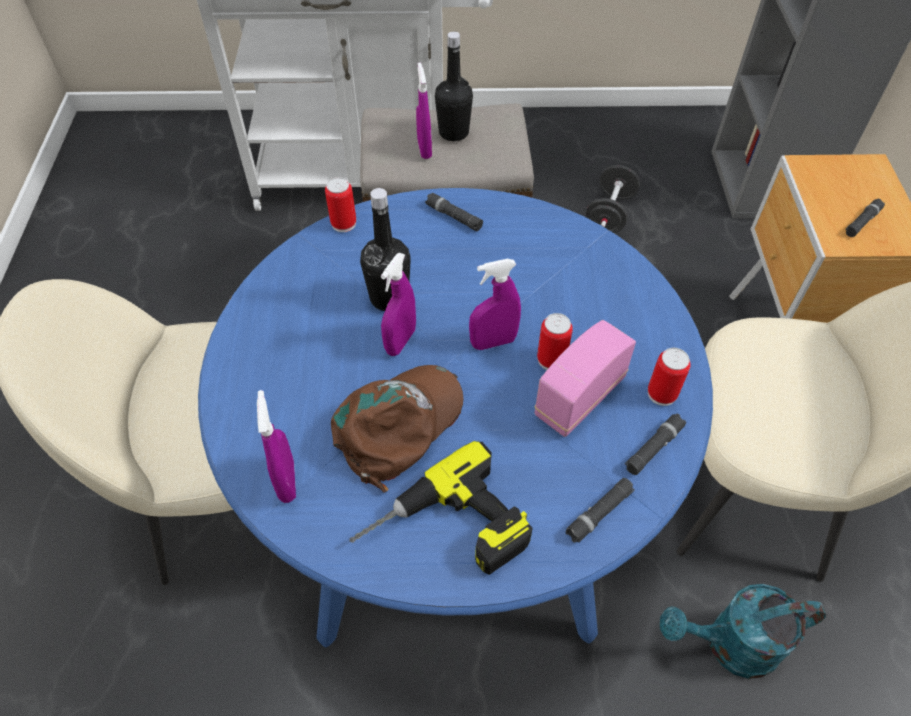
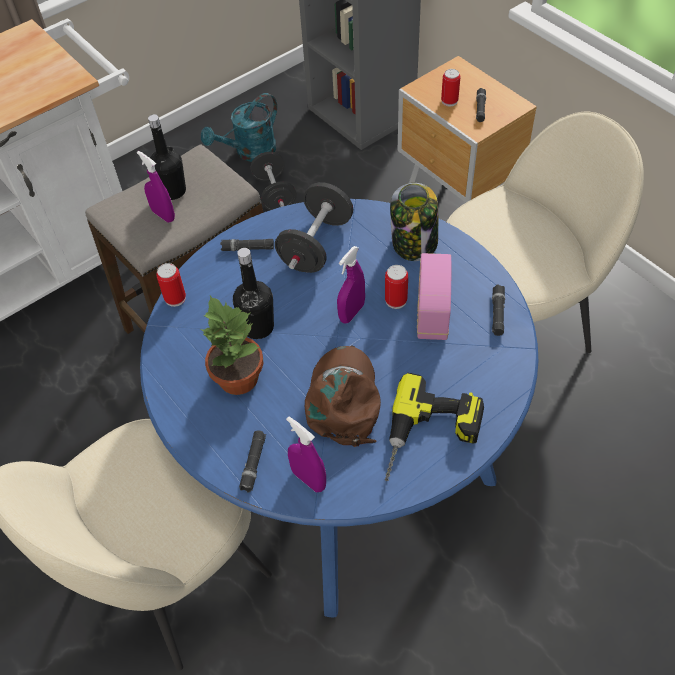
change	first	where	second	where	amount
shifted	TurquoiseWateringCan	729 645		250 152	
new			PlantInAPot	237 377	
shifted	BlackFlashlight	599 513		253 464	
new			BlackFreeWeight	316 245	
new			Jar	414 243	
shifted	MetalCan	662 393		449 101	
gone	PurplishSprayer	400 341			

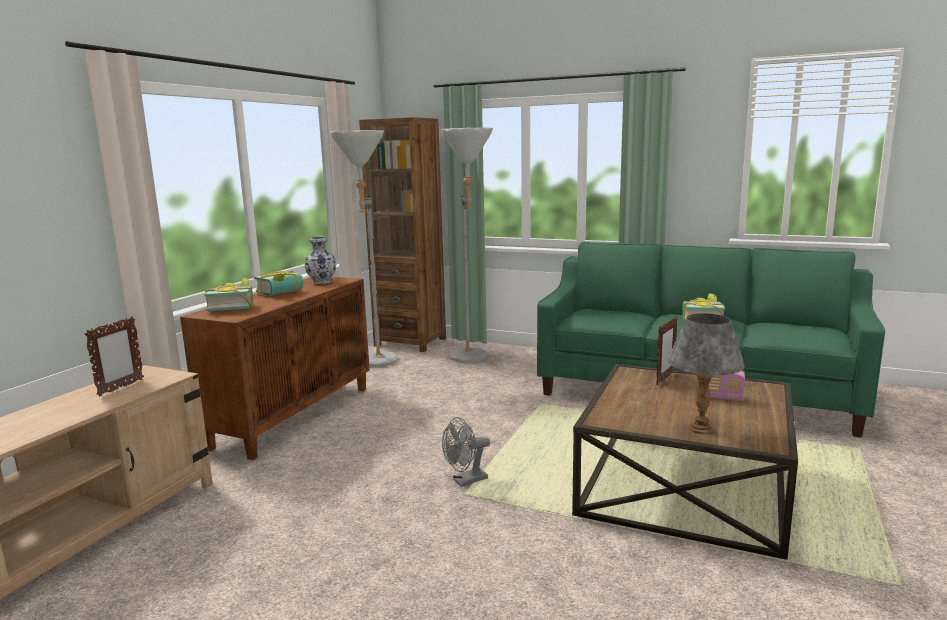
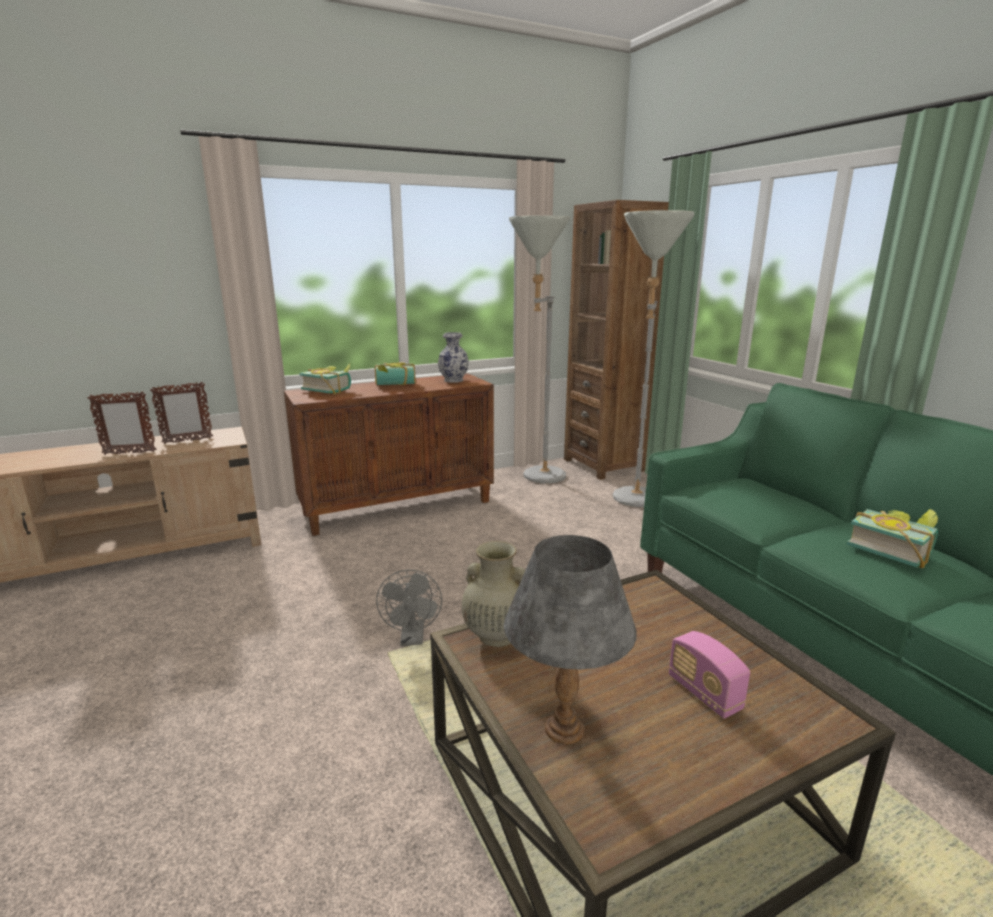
change	first	where	second	where	amount
shifted	PhotoFrame	665 378		129 453	
rotated	GreyCoolingFan	465 481		412 639	105 degrees counterclockwise
new			BeigeColouredFlowerVase	496 635	

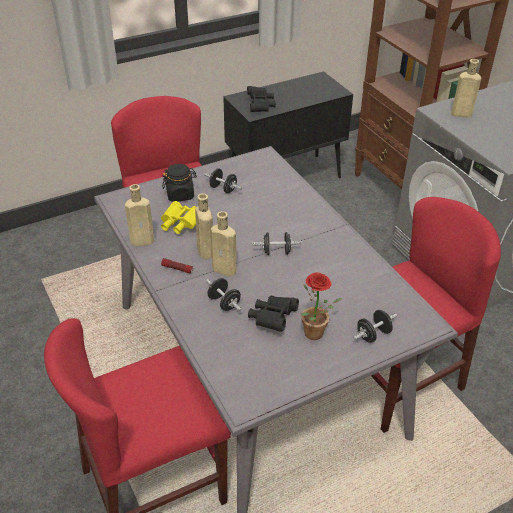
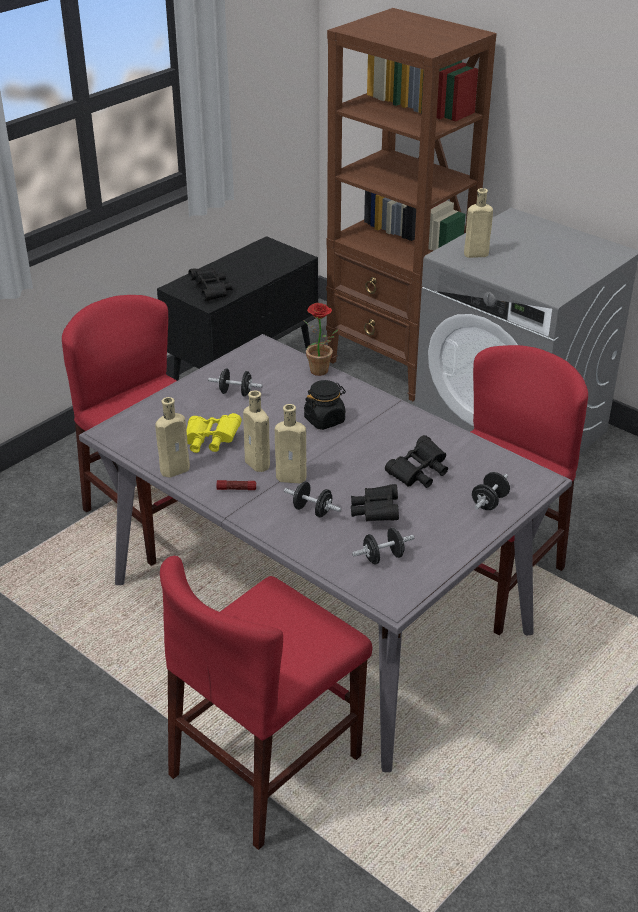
change	first	where	second	where	amount
shifted	PlantInAPot	314 336		321 373	
shifted	BlackJar	180 194		324 420	
shifted	BlackFreeWeight	276 252		383 557	
new			BlackBinoculars	419 474	

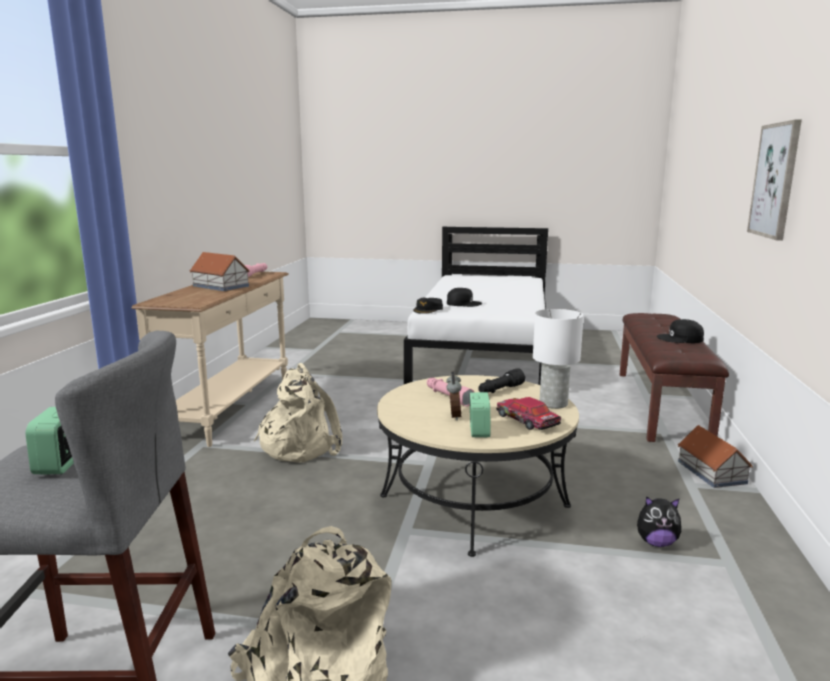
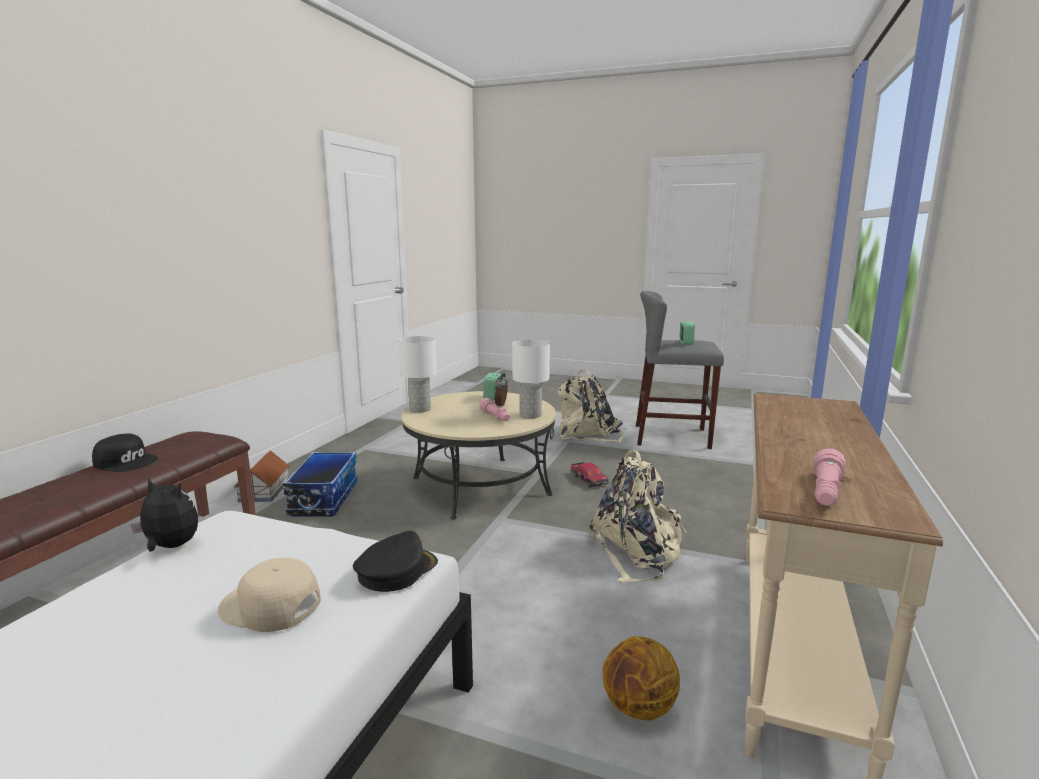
change	first	where	second	where	amount
shifted	CuddlyToy	656 542		170 547	
repainted	BlackBaseballCap	463 303	BeigeColouredBaseballCap	269 606	
new			StorageBox	323 499	
new			WhitishTableLamp	531 415	
shifted	ToyCar	527 421		589 479	
new			Basketball	638 708	
gone	MiniatureHouse	221 286			
gone	BlackFlashlight	500 390			
gone	WallArt	775 180			

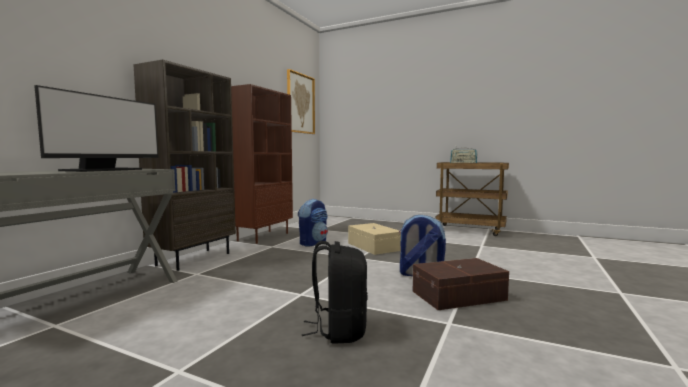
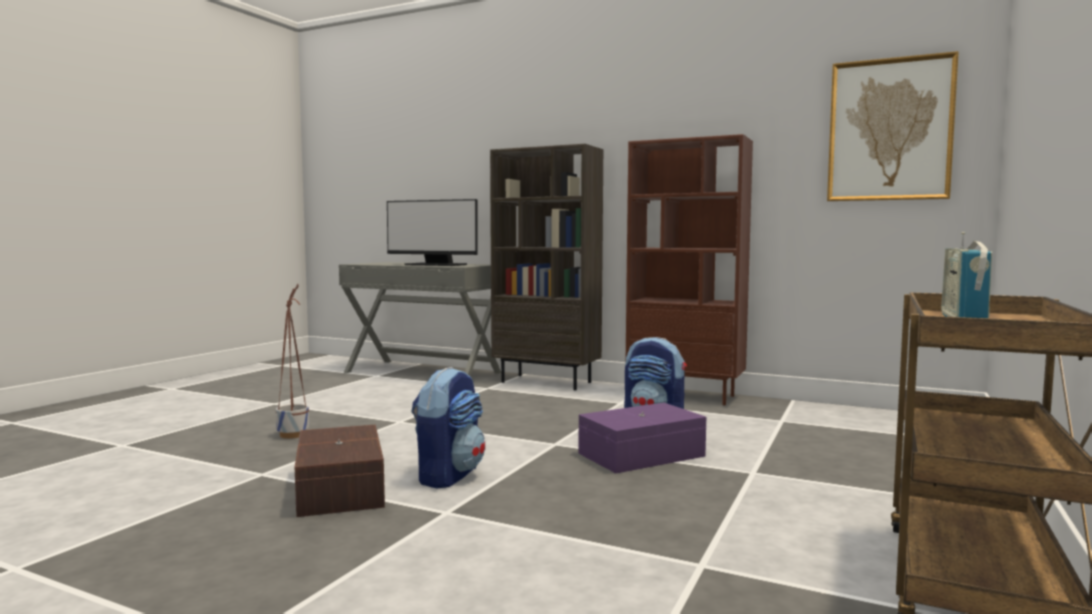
change	first	where	second	where	amount
swapped	BlackRucksack	339 330	FlowerPot	293 434	
repainted	BeigeColouredStorageBox	374 246	PurplishStorageBox	643 455	

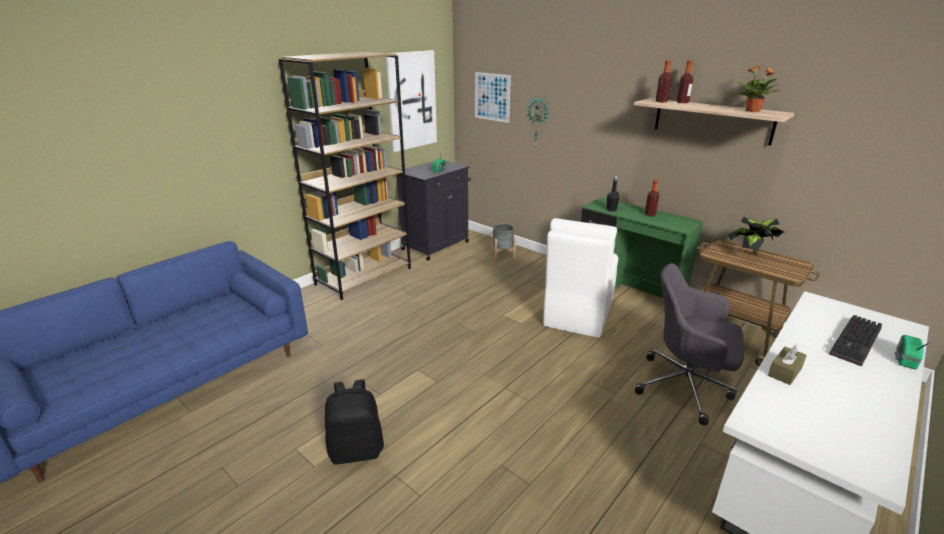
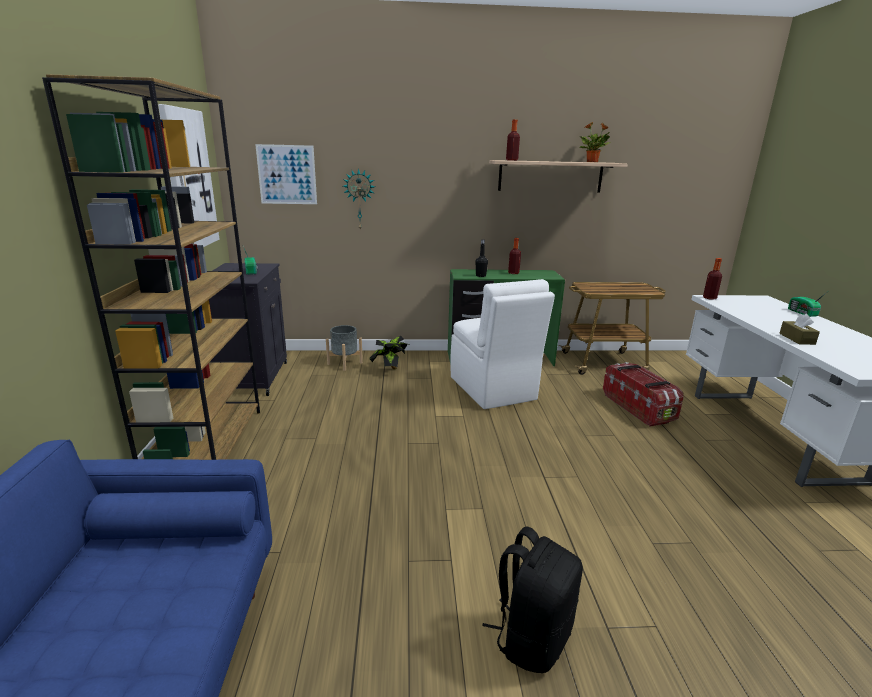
change	first	where	second	where	amount
shifted	PlantInAPot	751 255		391 370	
swapped	GreyComputerChair	686 387	StorageBox	639 407	
shifted	DrinkBottle	682 102		709 298	
gone	ComputerKeyboard	857 342			

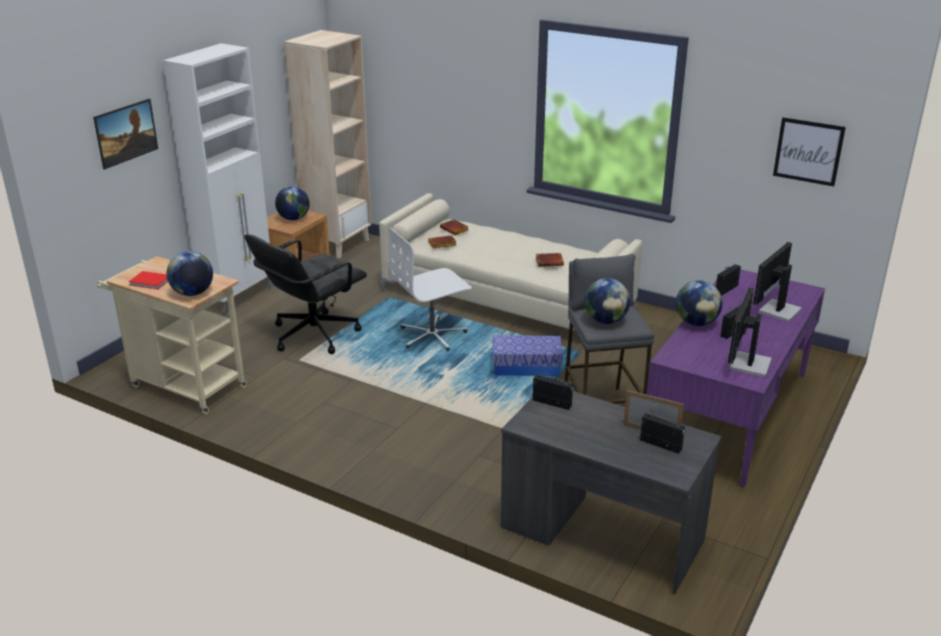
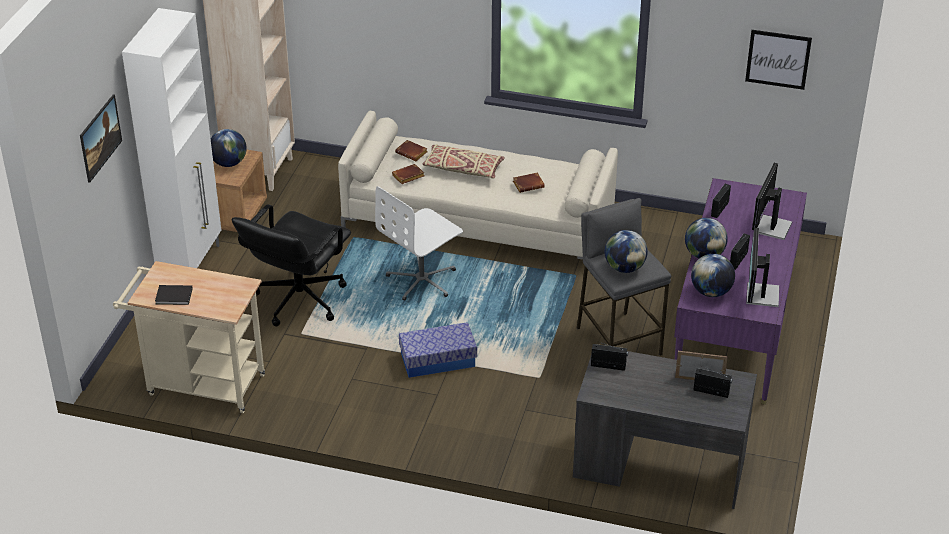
change	first	where	second	where	amount
repainted	RedColouredBoundBook	151 282	BlackBoundBook	175 296	
shifted	StorageBox	526 367		437 360	
new			BeigeColouredCushion	463 169	
shifted	DeskGlobe	193 293		711 292	

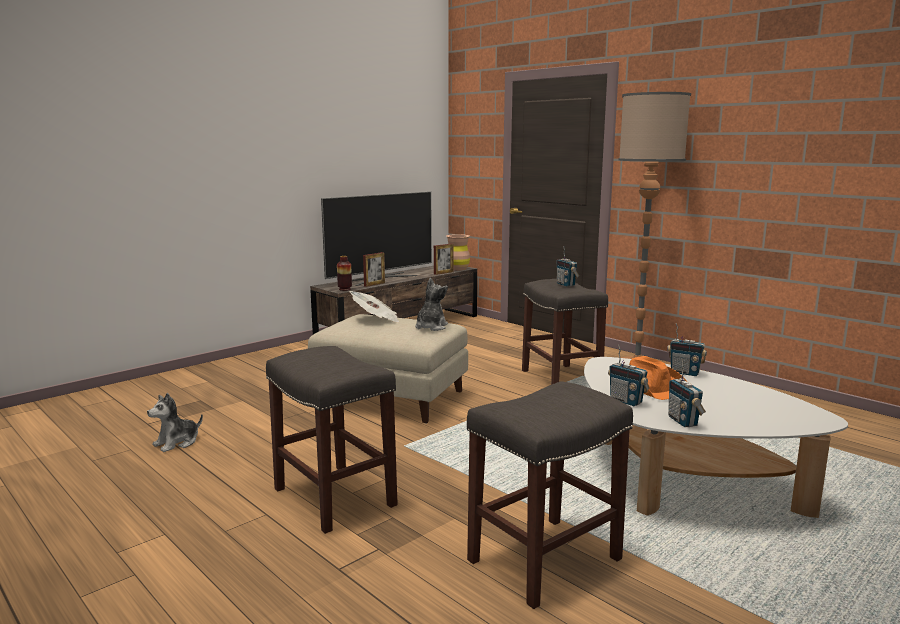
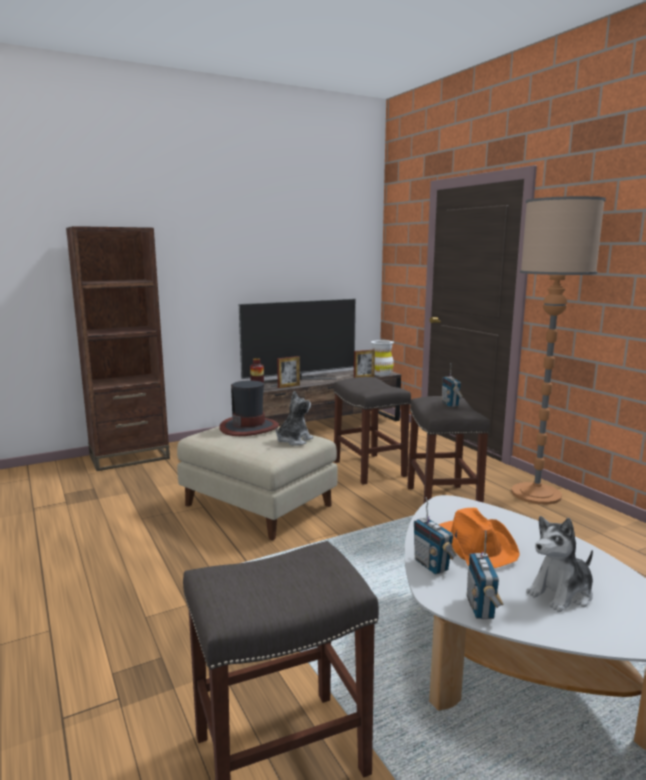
change	first	where	second	where	amount
new			BrownBookcase	129 457	
swapped	PrintedPaper	376 320	WearableHat	249 427	
shifted	GreySittingStool	333 496		368 468	
repainted	BrownFlowerVase	457 269	WhitishFlowerVase	381 374	
shifted	CuddlyToy	177 443		561 593	
gone	RadioReceiver	684 373			

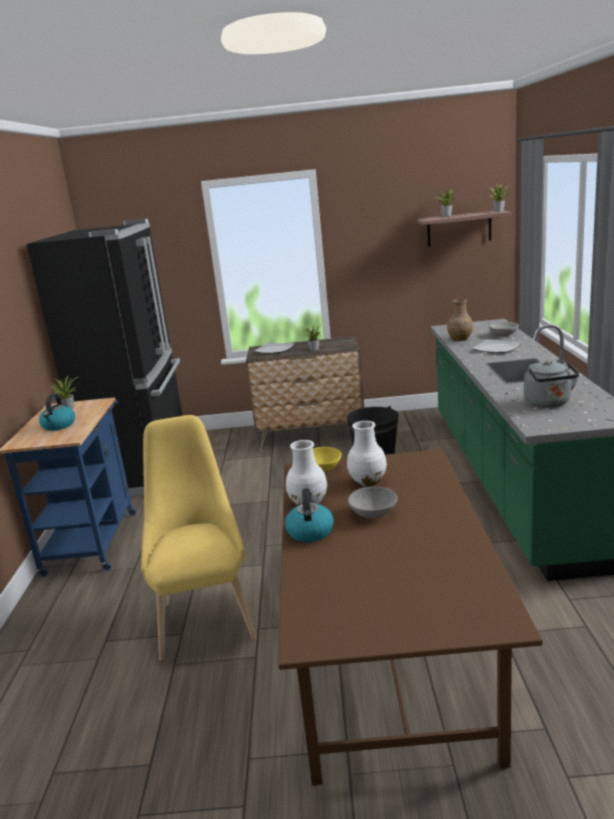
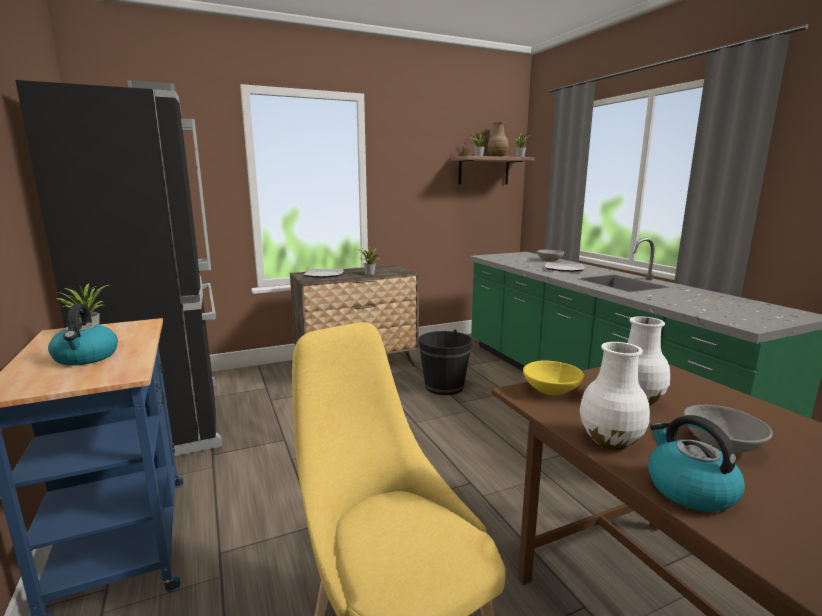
change	first	where	second	where	amount
shifted	BrownFlowerVase	460 339		497 157	
gone	GreyKettle	549 403			

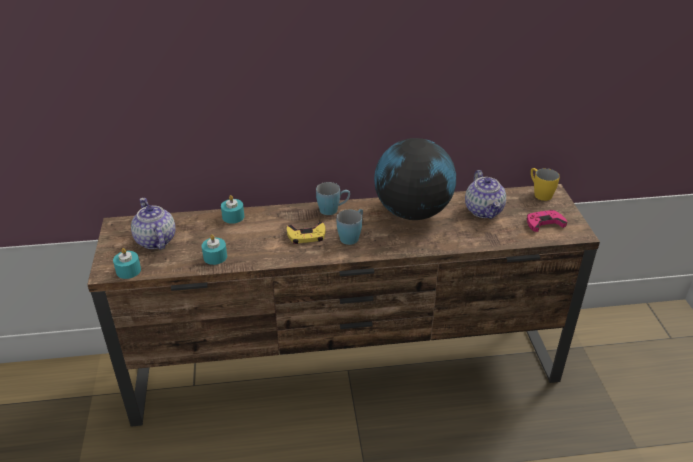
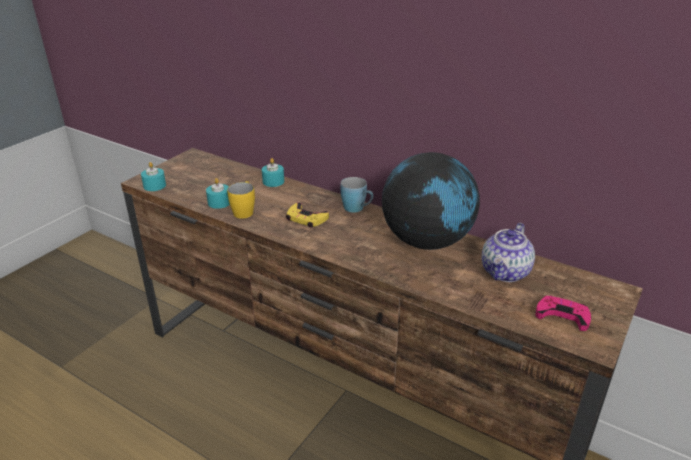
change	first	where	second	where	amount
shifted	YellowishTeaMug	539 193		244 210	
gone	PotForTea	155 240			
gone	BlueTeaMug	352 236			

